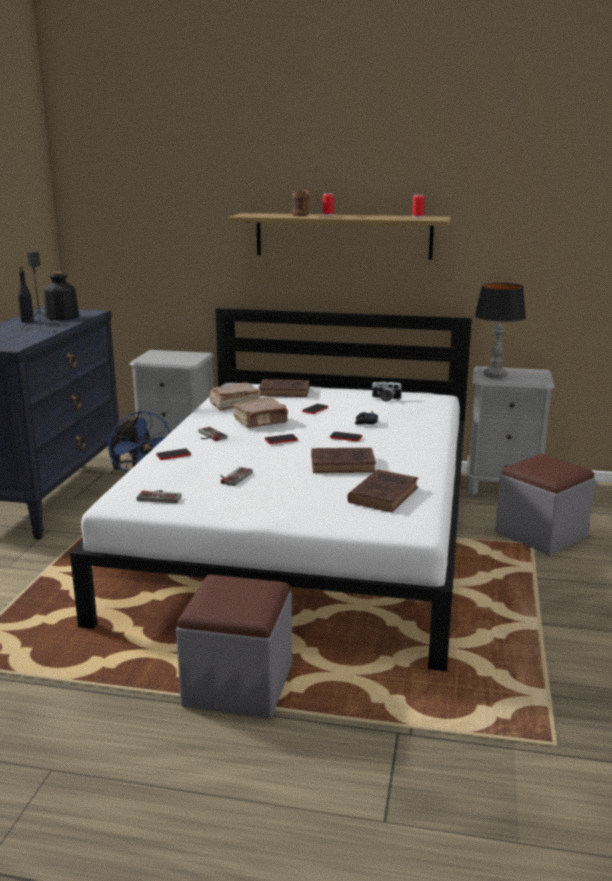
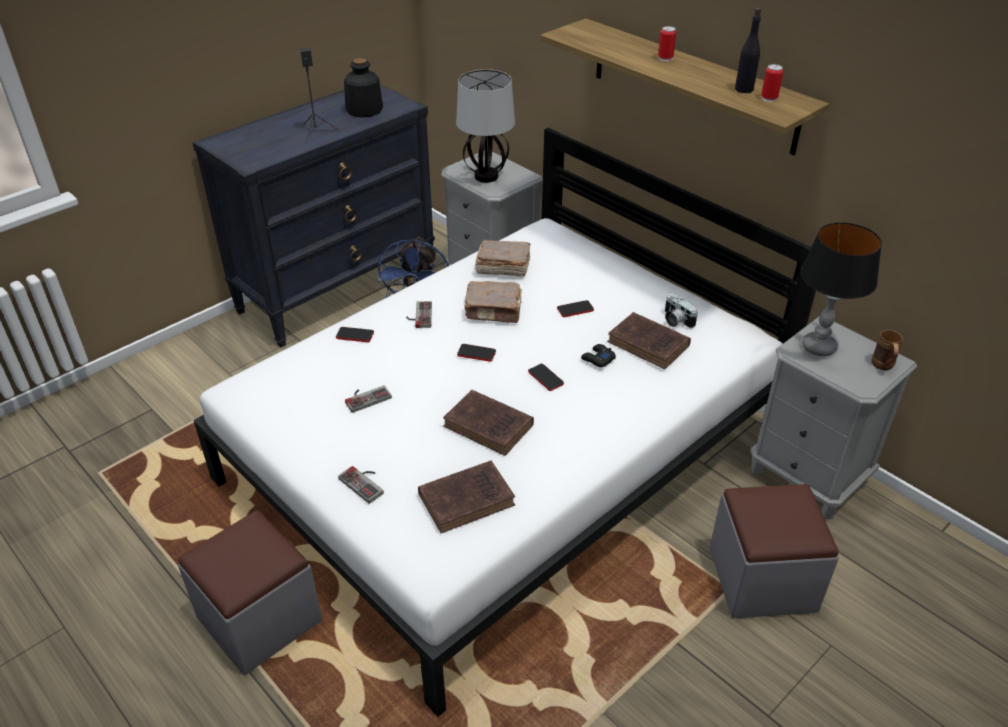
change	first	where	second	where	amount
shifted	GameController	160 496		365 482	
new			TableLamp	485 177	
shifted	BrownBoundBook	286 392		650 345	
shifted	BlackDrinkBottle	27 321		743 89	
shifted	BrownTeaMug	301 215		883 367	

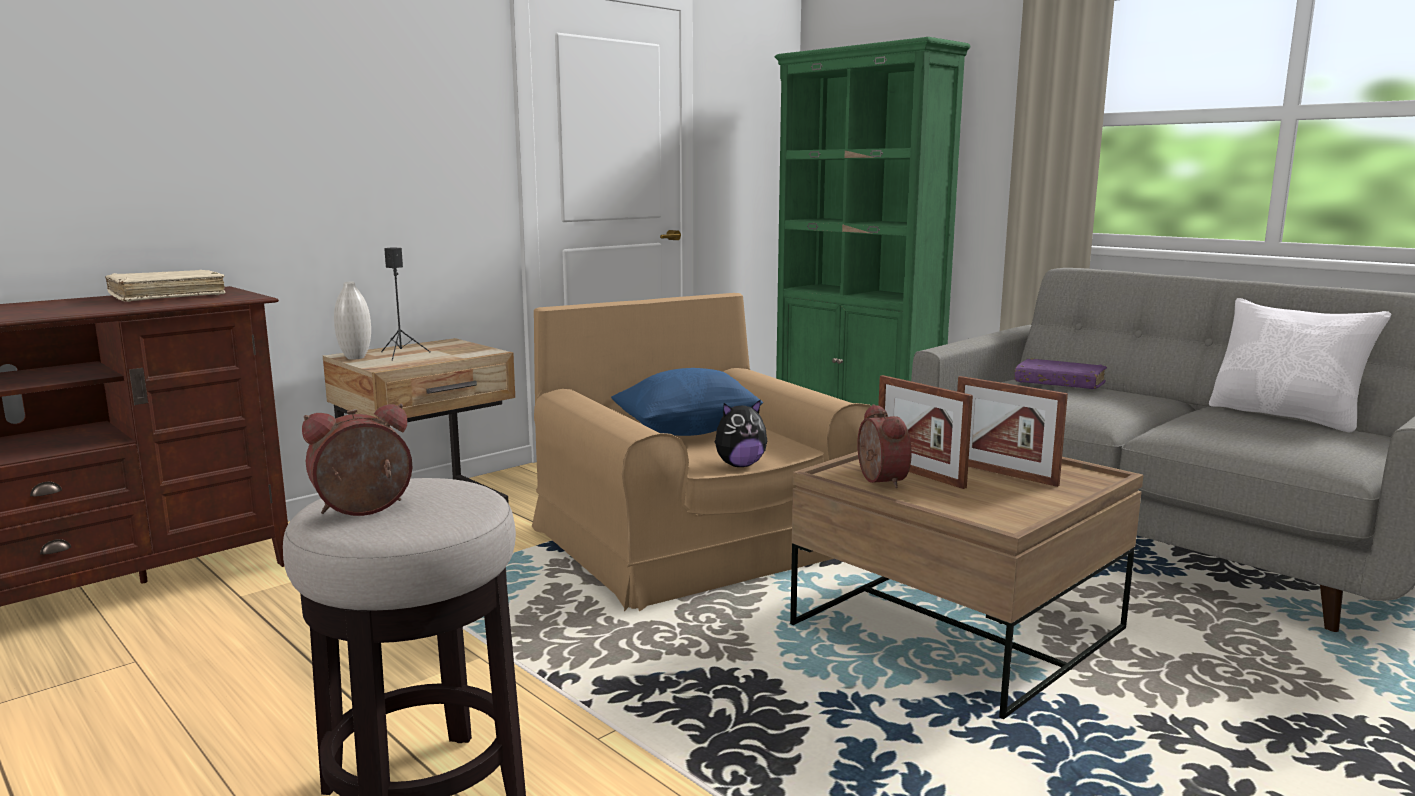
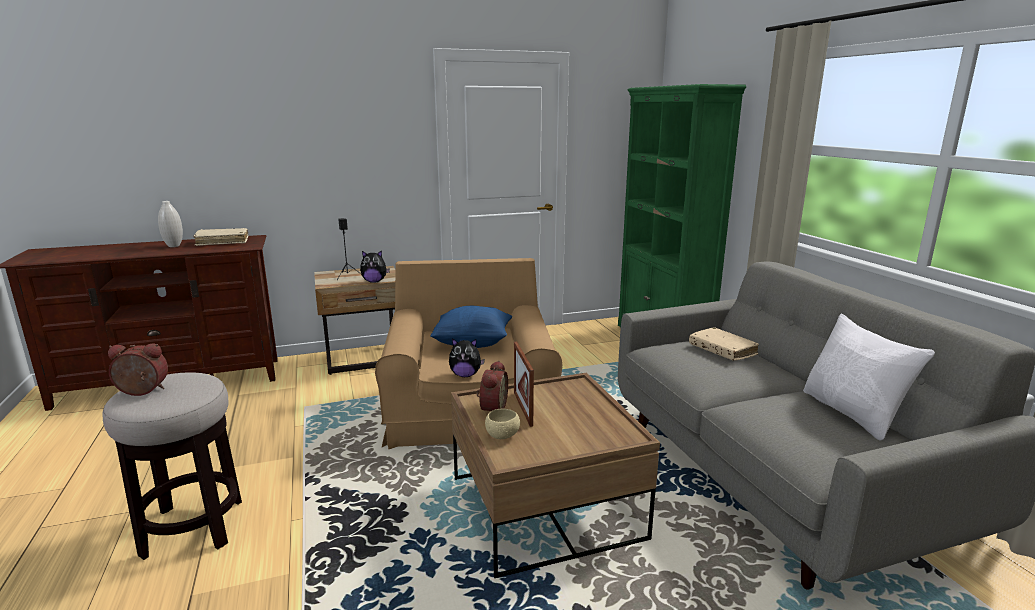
change	first	where	second	where	amount
shifted	WhitishFlowerVase	355 358		174 246	
new			CuddlyToy	374 281	
new			BeigeColouredServingBowl	502 436	
repainted	PurplishBoundBook	1059 384	BeigeColouredBoundBook	722 350	
gone	PhotoFrame	1004 473			

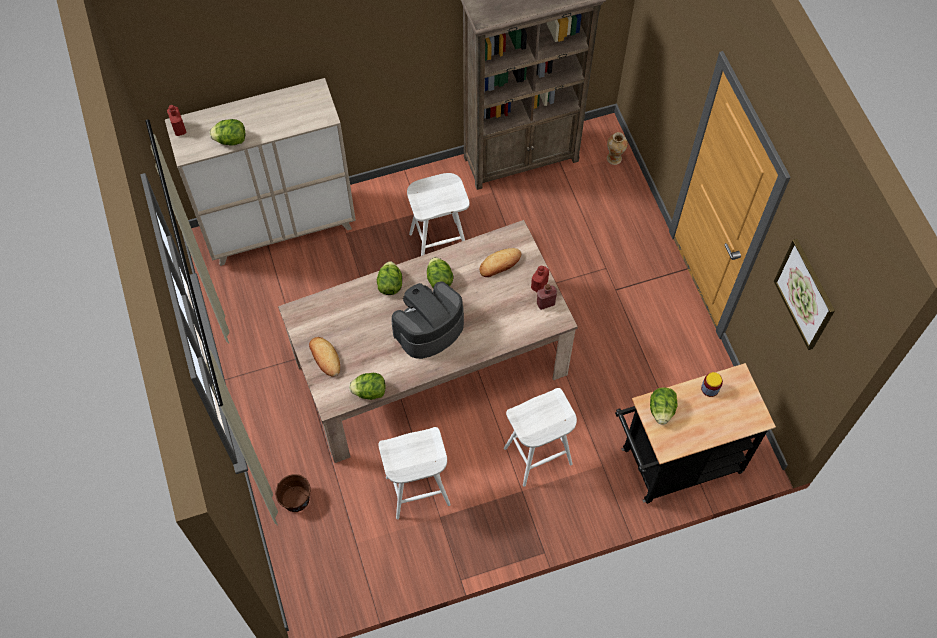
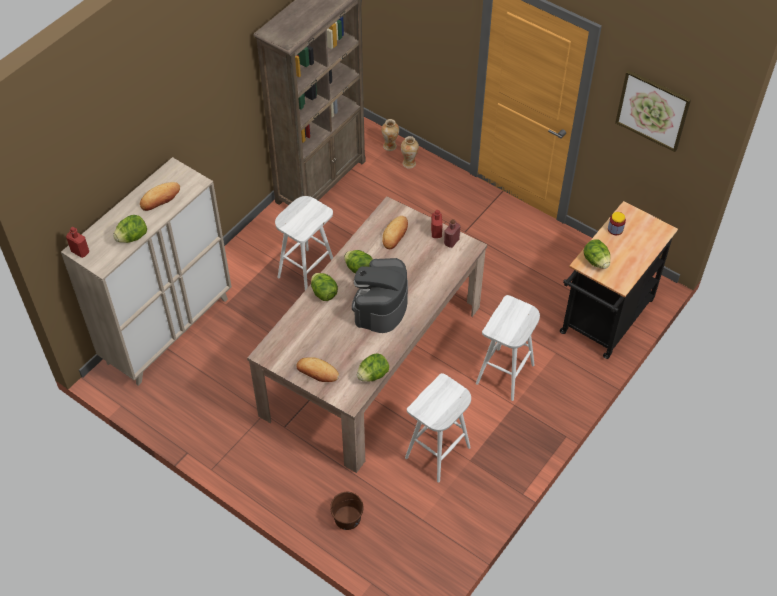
change	first	where	second	where	amount
new			Bread	160 198	
new			FlowerVase	409 163	

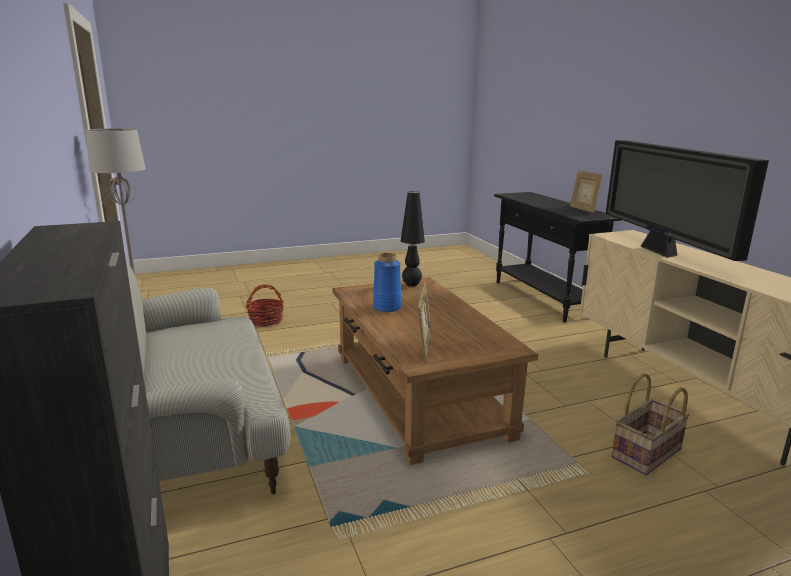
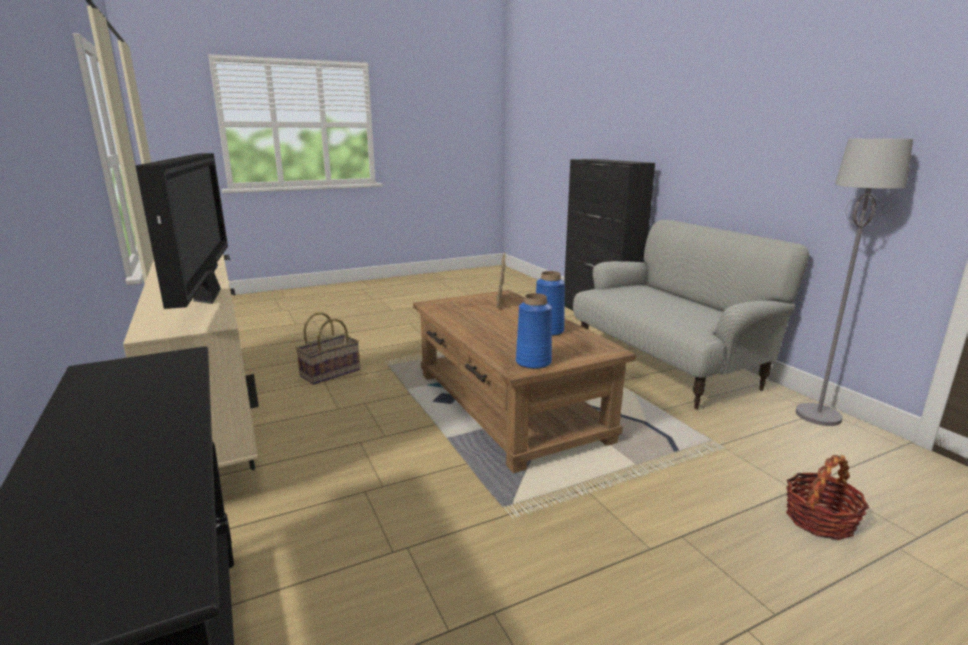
change	first	where	second	where	amount
swapped	BlackTableLamp	412 285	BlueFlowerVase	533 362	
gone	PhotoFrame	583 210			

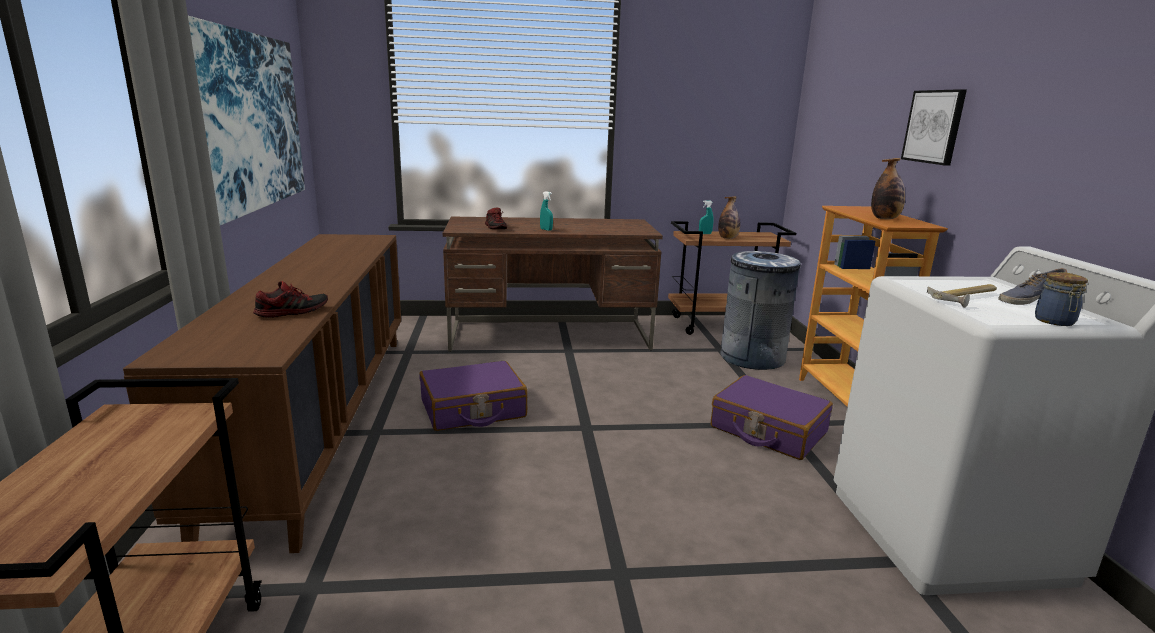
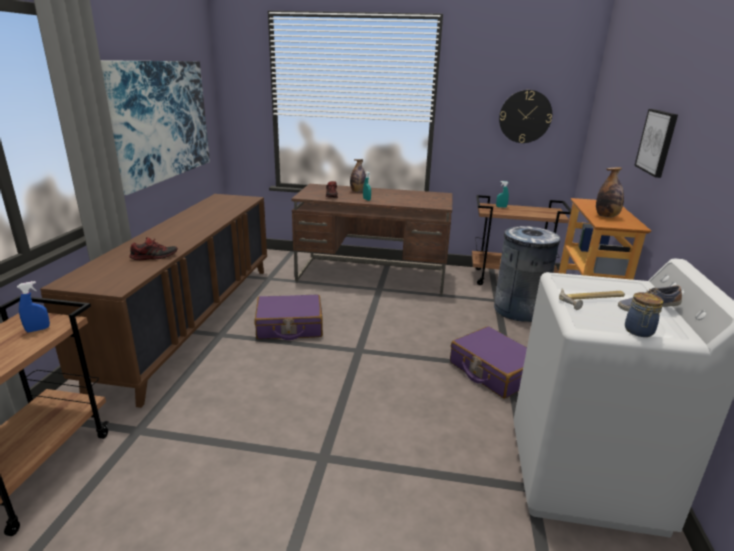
change	first	where	second	where	amount
new			BlueSprayer	38 329	
shifted	DrinkBottle	728 238		358 191	
new			WallClock	525 116	

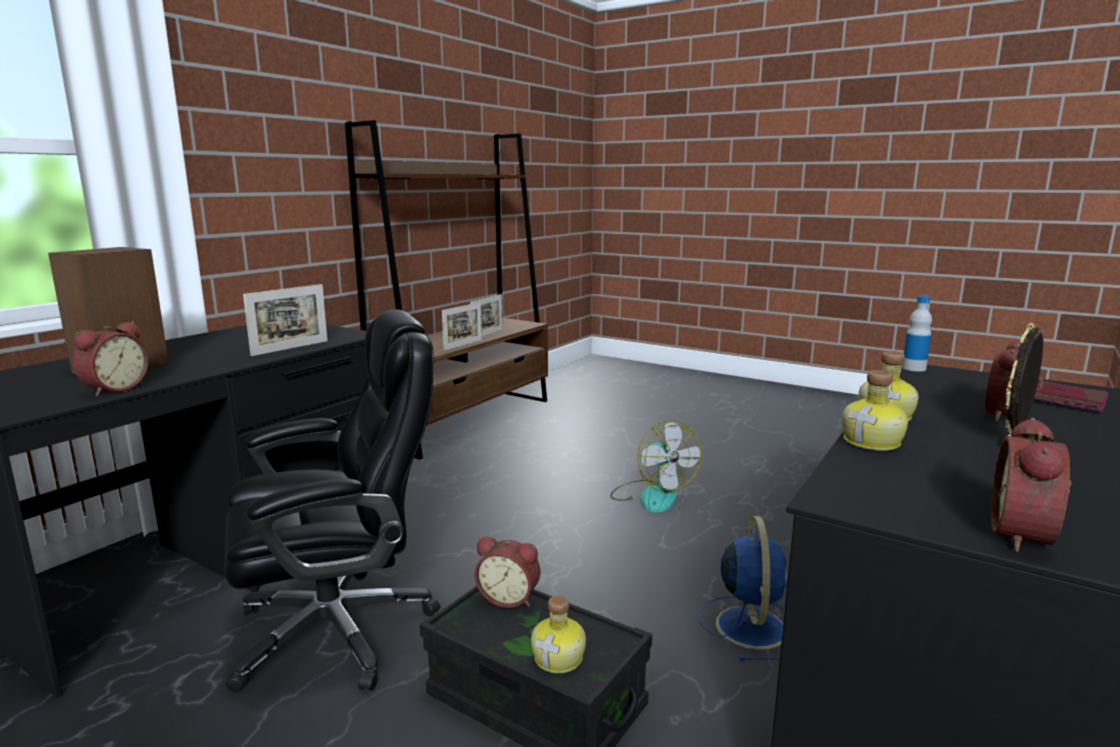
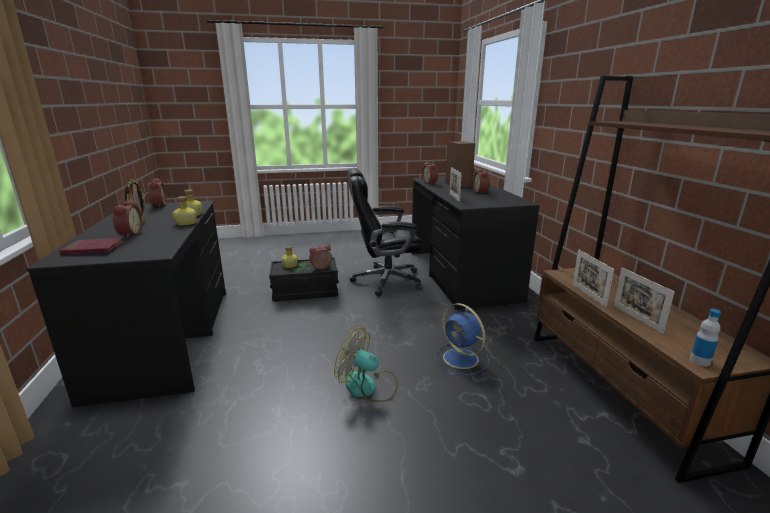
change	first	where	second	where	amount
rotated	BlackComputerChair	339 629		385 281	60 degrees clockwise
shifted	BlueCoolingFan	750 625		462 359	
new			AlarmClock	481 192	
shifted	DrinkBottle	913 368		699 361	

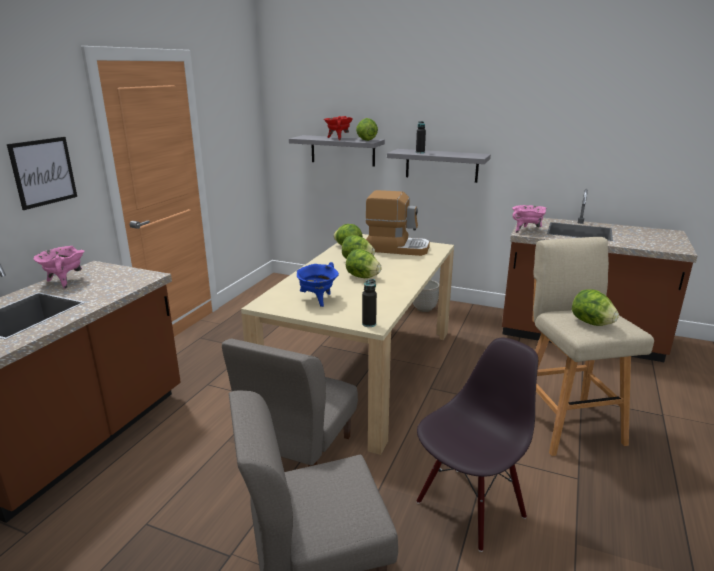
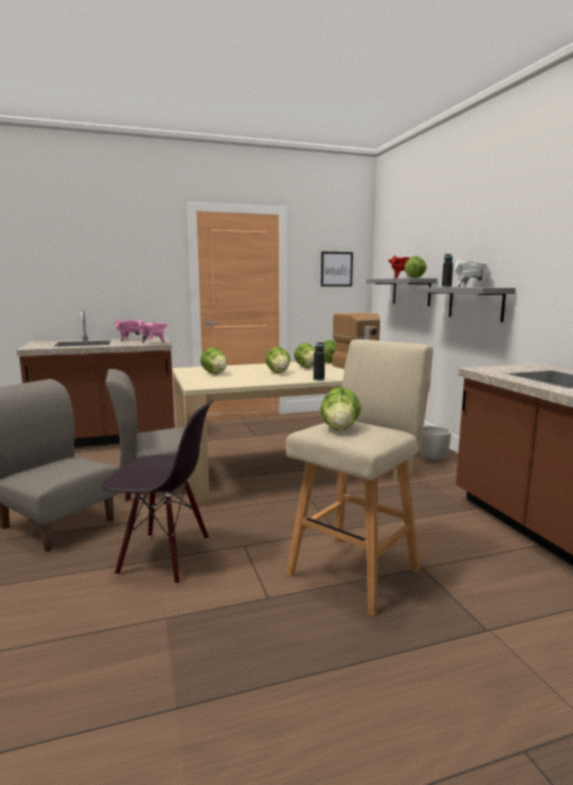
change	first	where	second	where	amount
shifted	PinkishCookingPot	526 230		153 343	
swapped	BlueCookingPot	317 300	LettuceHead	214 373	
shifted	BlackDrinkBottle	369 324		318 379	
shifted	WallArt	43 172		336 269	
new			WhitishCookingPot	468 287	

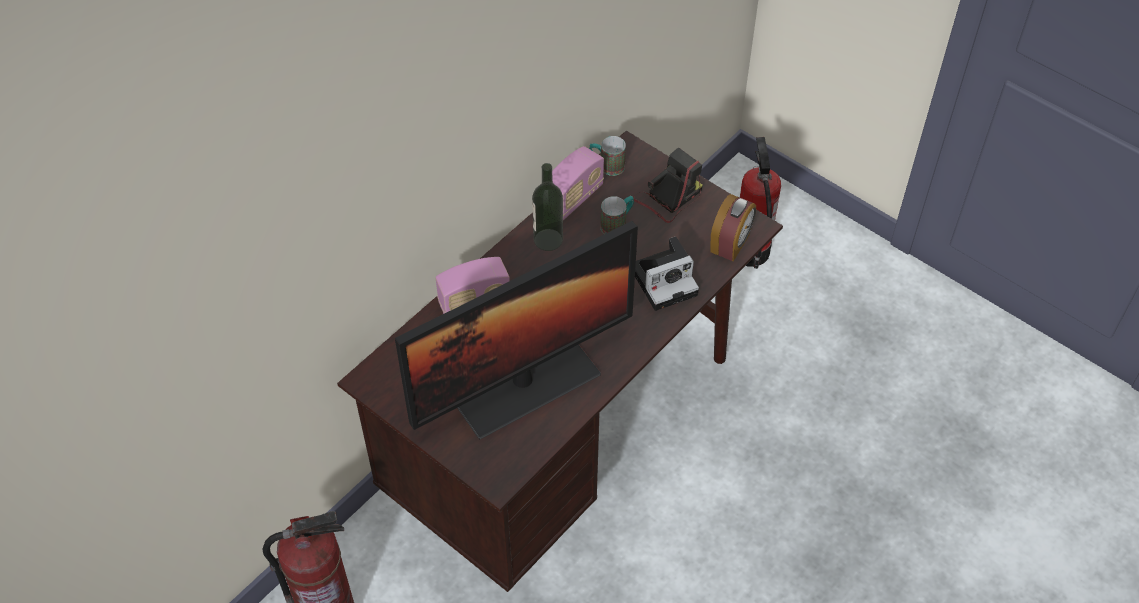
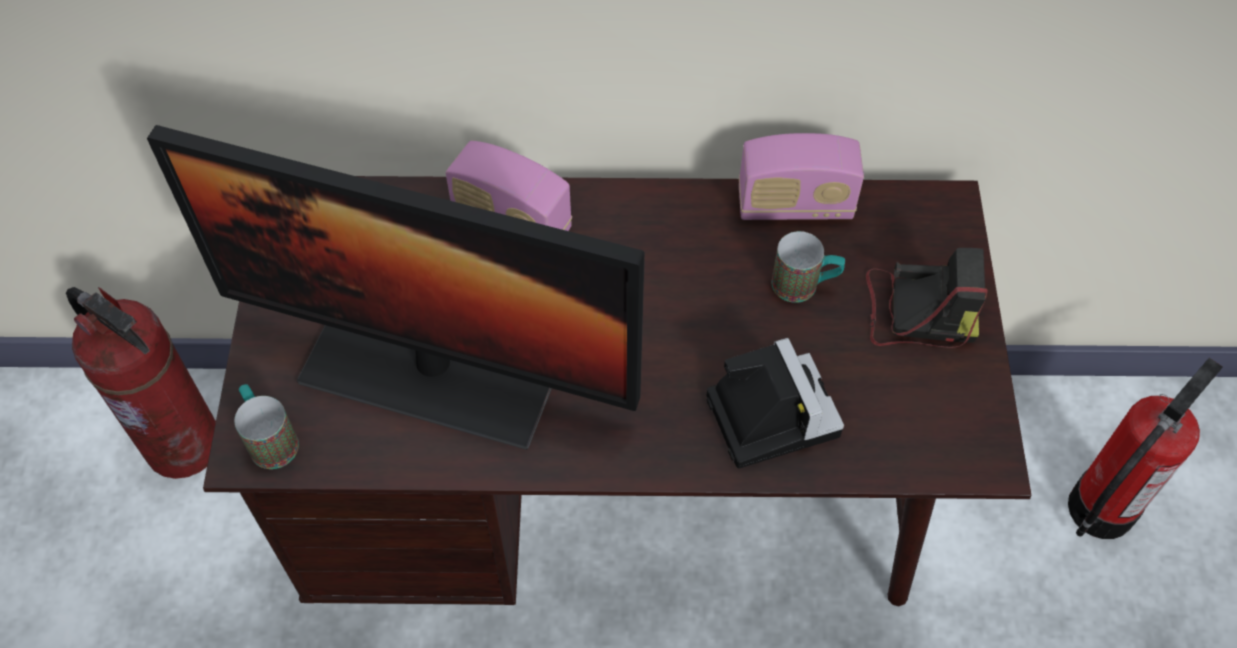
change	first	where	second	where	amount
shifted	TeaMug	606 166		269 438	
rotated	PhotoCamera	665 280		768 412	135 degrees counterclockwise
gone	DrinkBottle	548 240			
gone	AlarmClock	731 244			

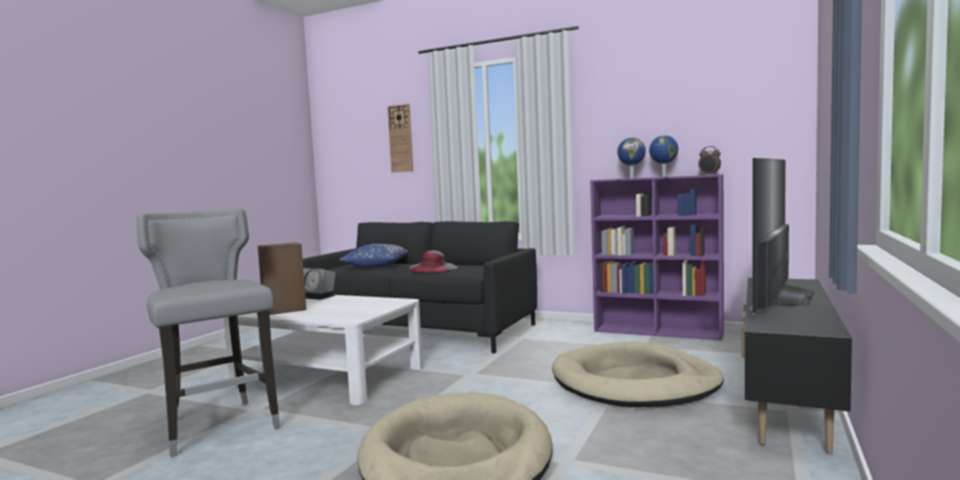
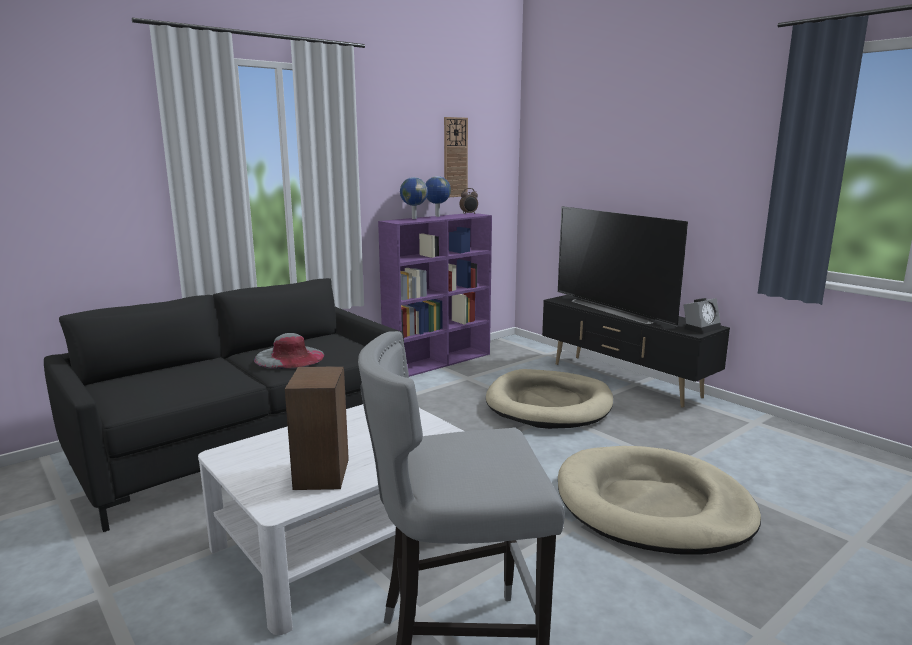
change	first	where	second	where	amount
shifted	WallClock	400 138		455 157	
shifted	AlarmClock	318 296		701 328	
gone	BlueCushion	376 265			

